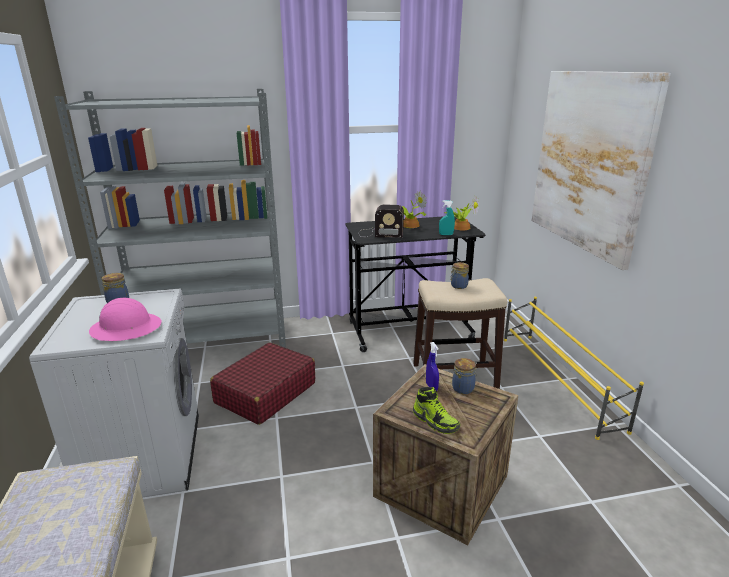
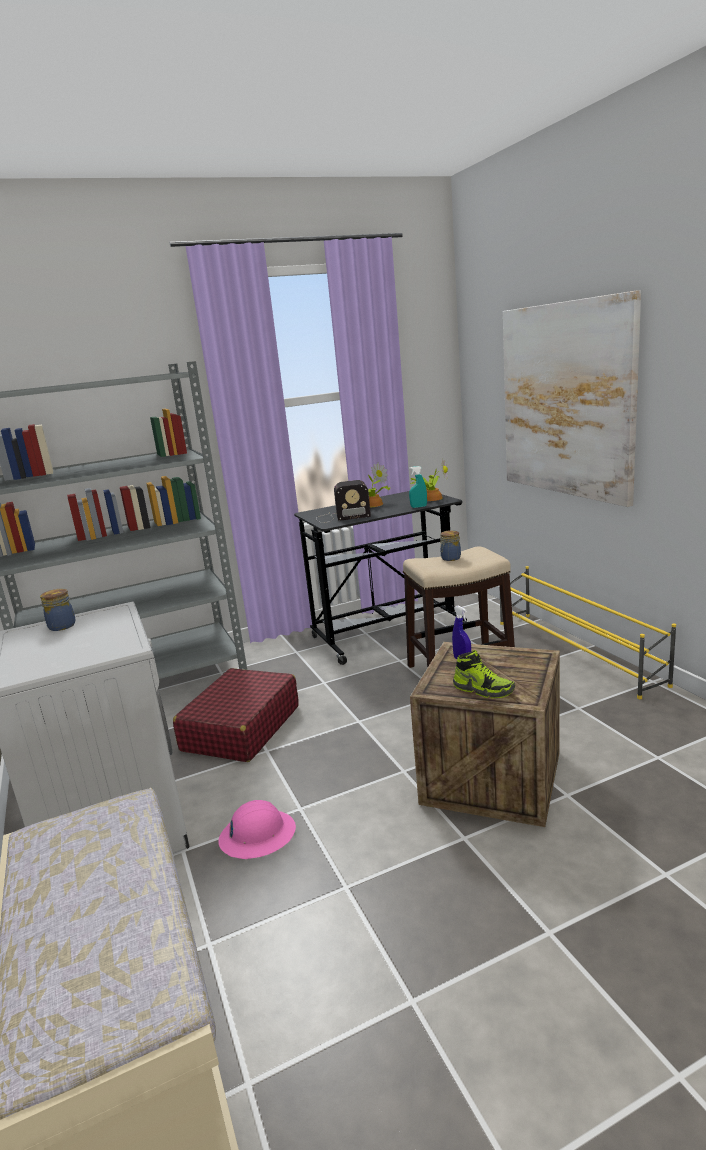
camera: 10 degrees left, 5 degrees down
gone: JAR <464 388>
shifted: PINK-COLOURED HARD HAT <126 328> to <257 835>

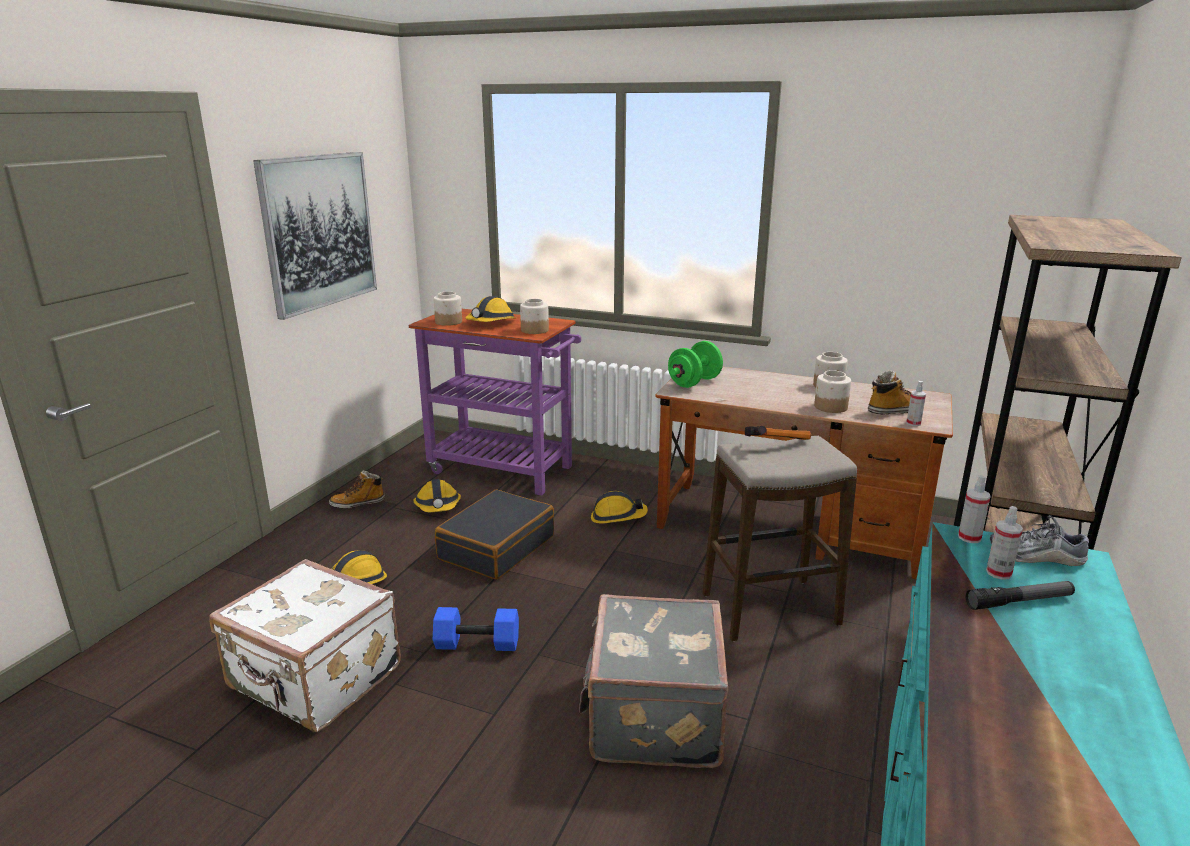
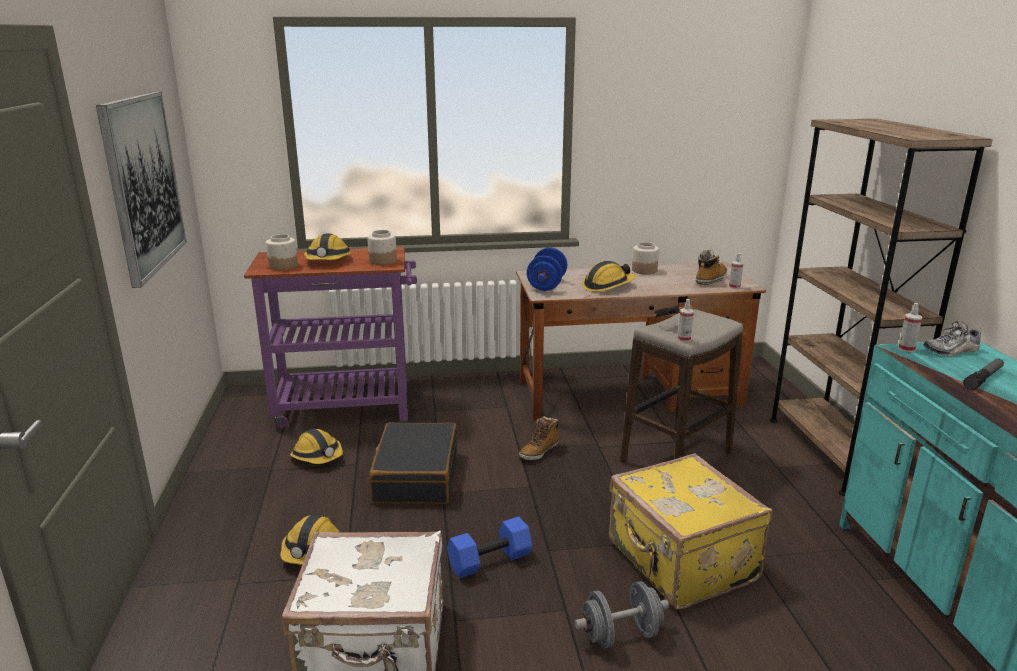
camera: 30 degrees left, 0 degrees up
gone: JAR <830 407>
new: GRAY DUMBBELL <621 635>
shifted: TALL BOOT <358 503> to <539 451>; HARD HAT <617 517> to <607 286>; SPRAYER <998 573> to <684 339>
repainted: GREEN DUMBBELL <694 382> to BLUE-COLOURED DUMBBELL <547 285>; GRAY TRAVEL CASE <652 716> to YELLOW TRAVEL CASE <680 562>

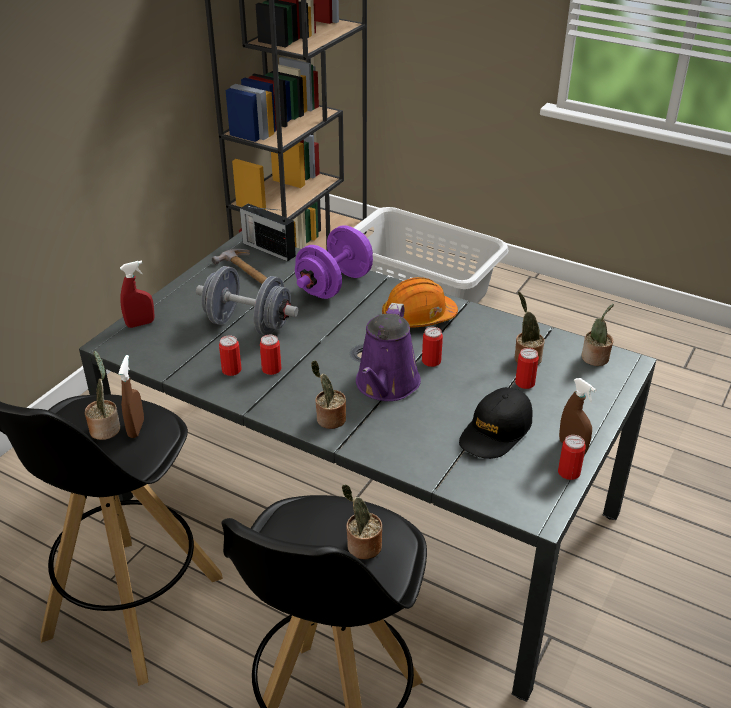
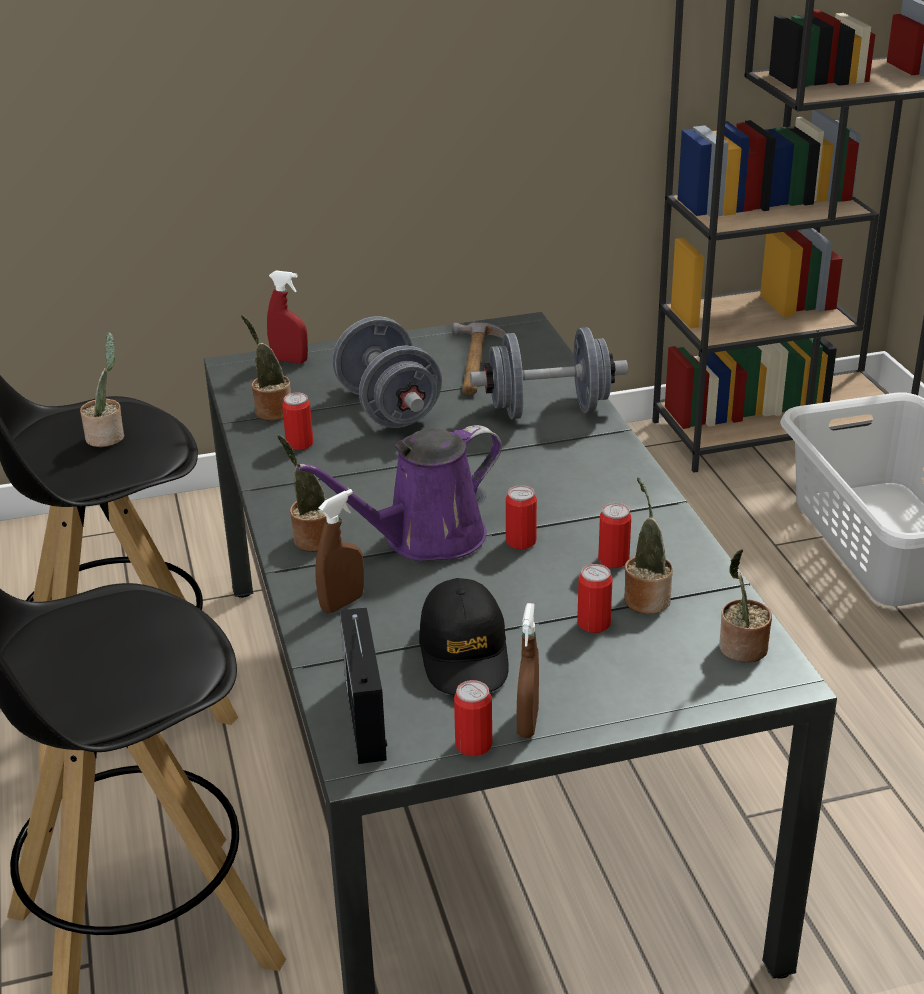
camera: 45 degrees right, 5 degrees down
gone: ORANGE HARD HAT <418 317>
shifted: PLANT IN A POT <362 547> to <271 411>; BROWNISH SPRAYER <136 428> to <342 603>; RADIO RECEIVER <268 249> to <365 716>; SEALED CAN <271 369> to <613 560>
repainted: PURPLE-COLOURED DUMBBELL <334 285> to GRAY DUMBBELL <548 410>
rotated: BLACK-COLOURED CAP <495 432> = <464 653> 90 degrees counterclockwise

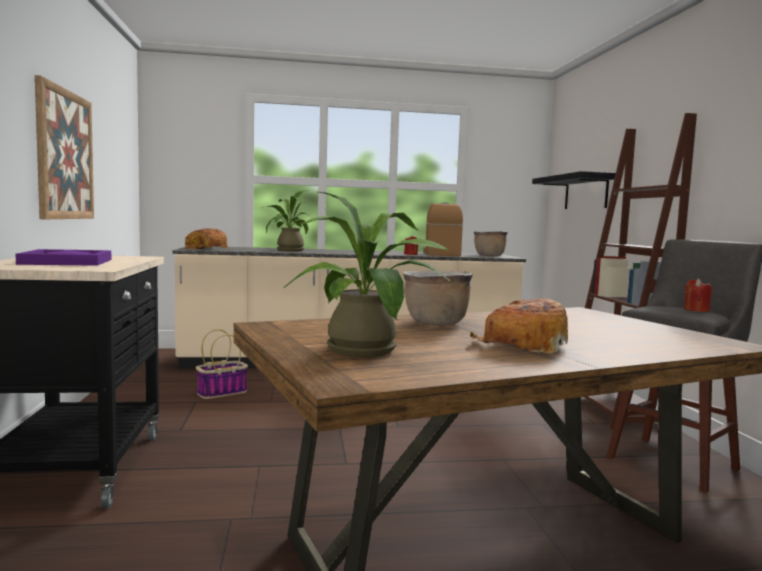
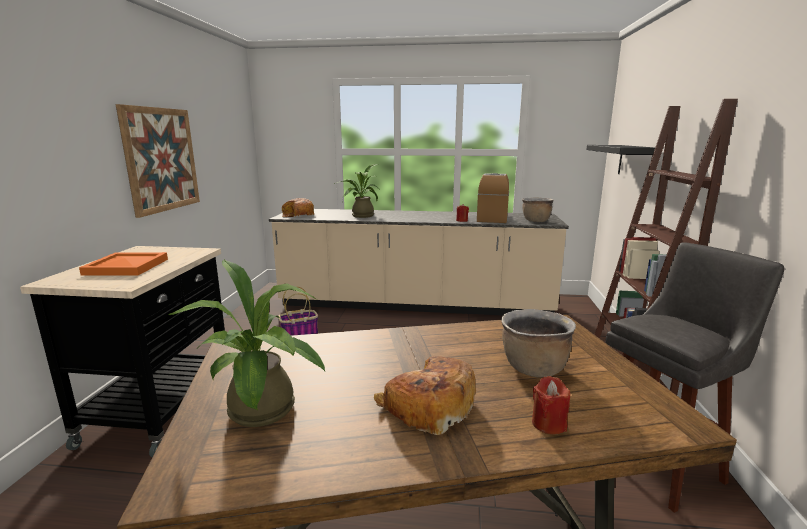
camera: 15 degrees right, 10 degrees up
shifted: BROWNISH SAUCEPOT <435 323> to <533 368>; RED CANDLE <696 310> to <548 424>
repainted: PURPLE-COLOURED TRAY <66 261> to ORANGE TRAY <126 266>

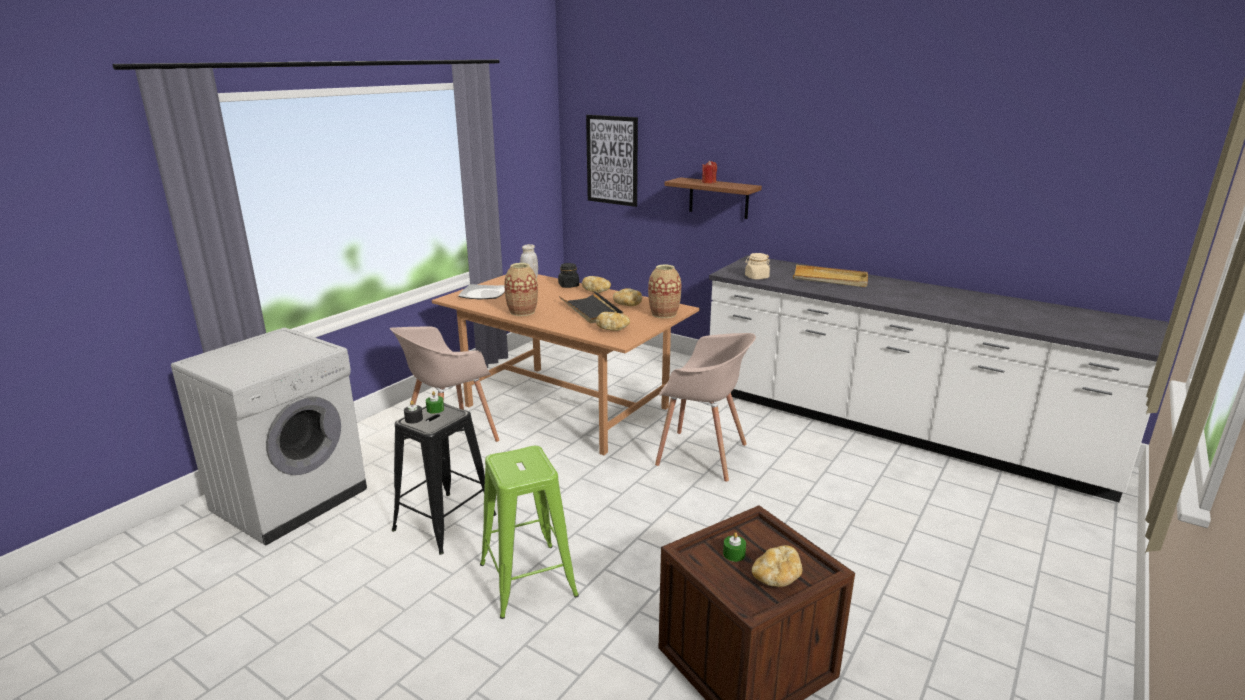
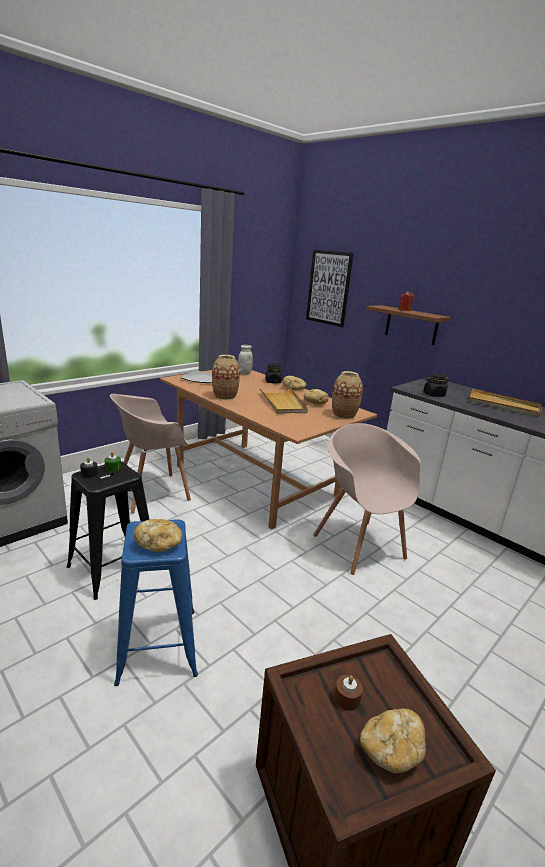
camera: 10 degrees right, 0 degrees up
shifted: BAKED BREAD <613 328> to <159 544>
repainted: GREEN SITTING STOOL <528 580> to BLUE-COLOURED SITTING STOOL <157 645>; BLACK-COLOURED TRAY <592 310> to SAND-COLOURED TRAY <283 403>; GREEN CANDLE <734 554> to BROWNISH CANDLE <347 698>; SAND-COLOURED JAR <756 277> to BLACK-COLOURED JAR <433 395>
rotated: SAND-COLOURED CHAIR <703 456> = <358 546> 150 degrees counterclockwise

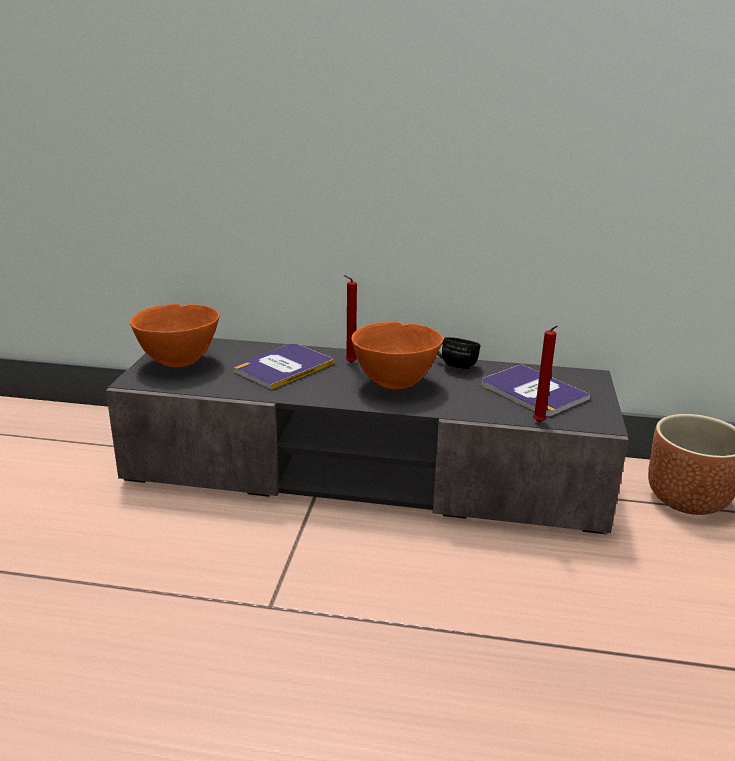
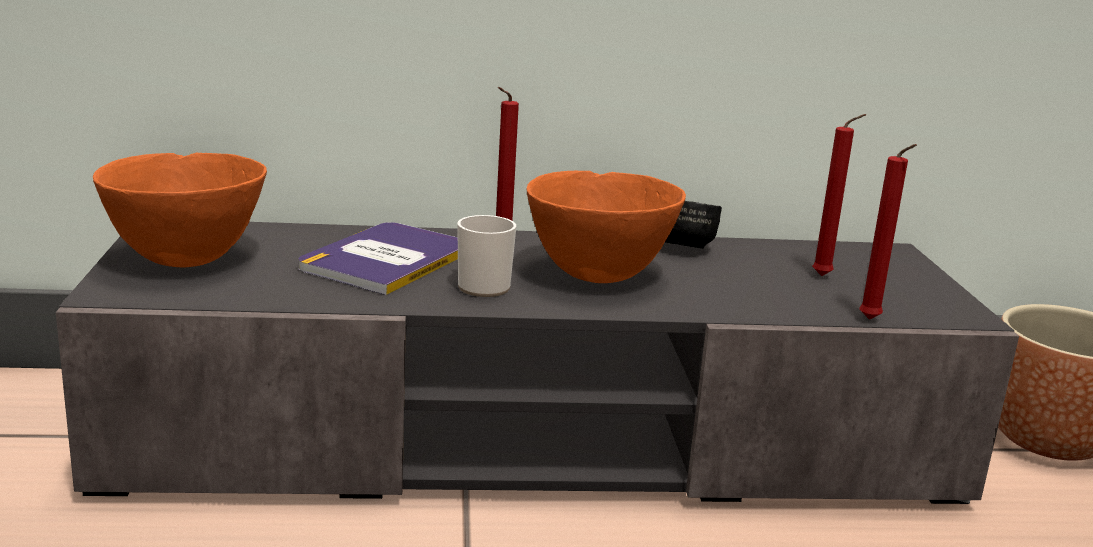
camera: 15 degrees left, 5 degrees down
new: MUG <480 285>
swapped: VOLUME <533 392> to RED CANDLE <824 277>

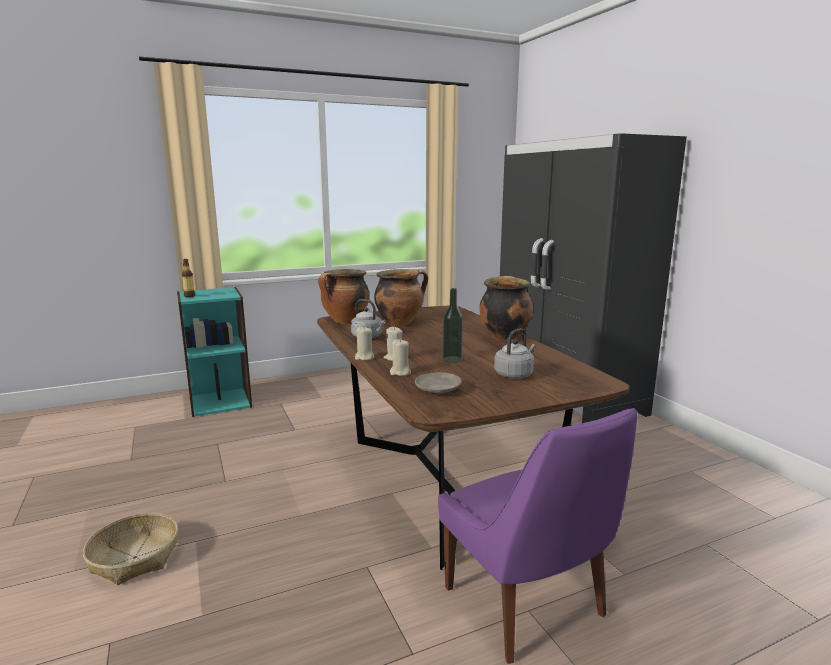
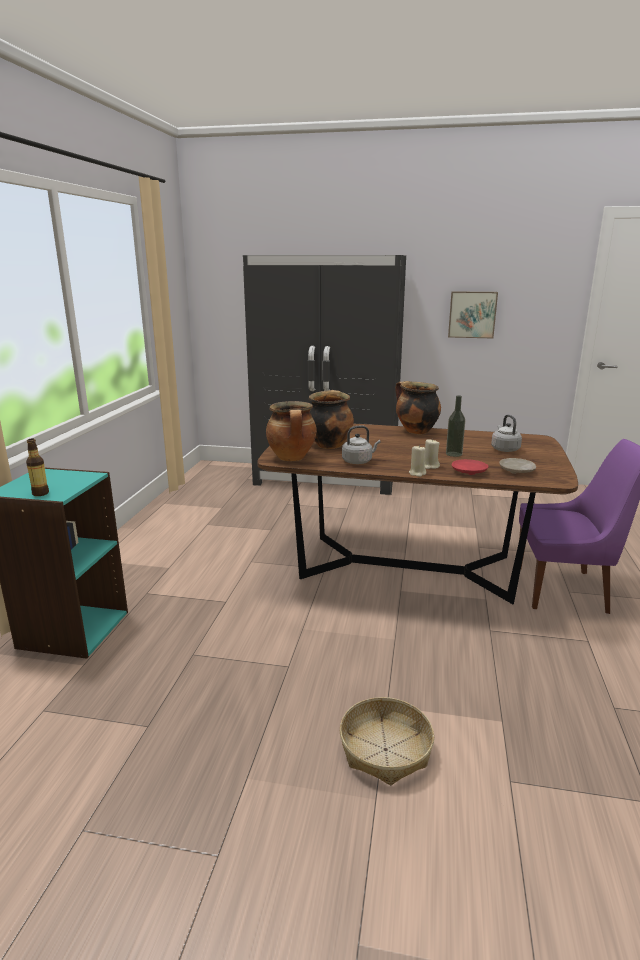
camera: 55 degrees left, 5 degrees up
new: WALL ART <472 314>
swapped: SAND-COLOURED CANDLE <400 372> to RED PLATE <468 472>

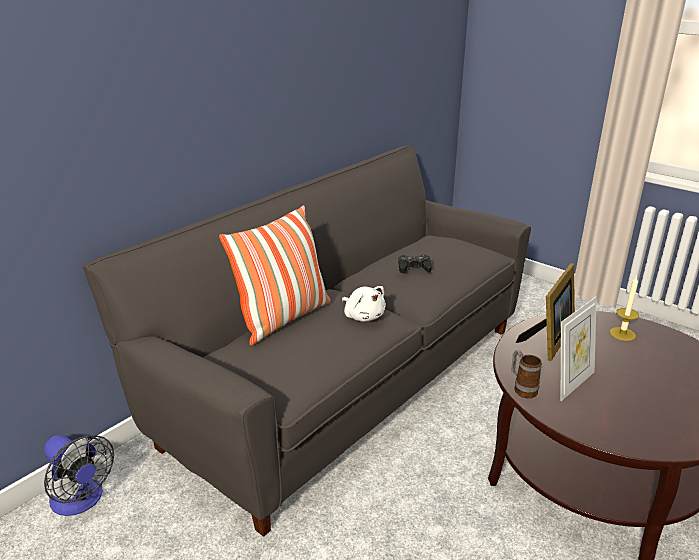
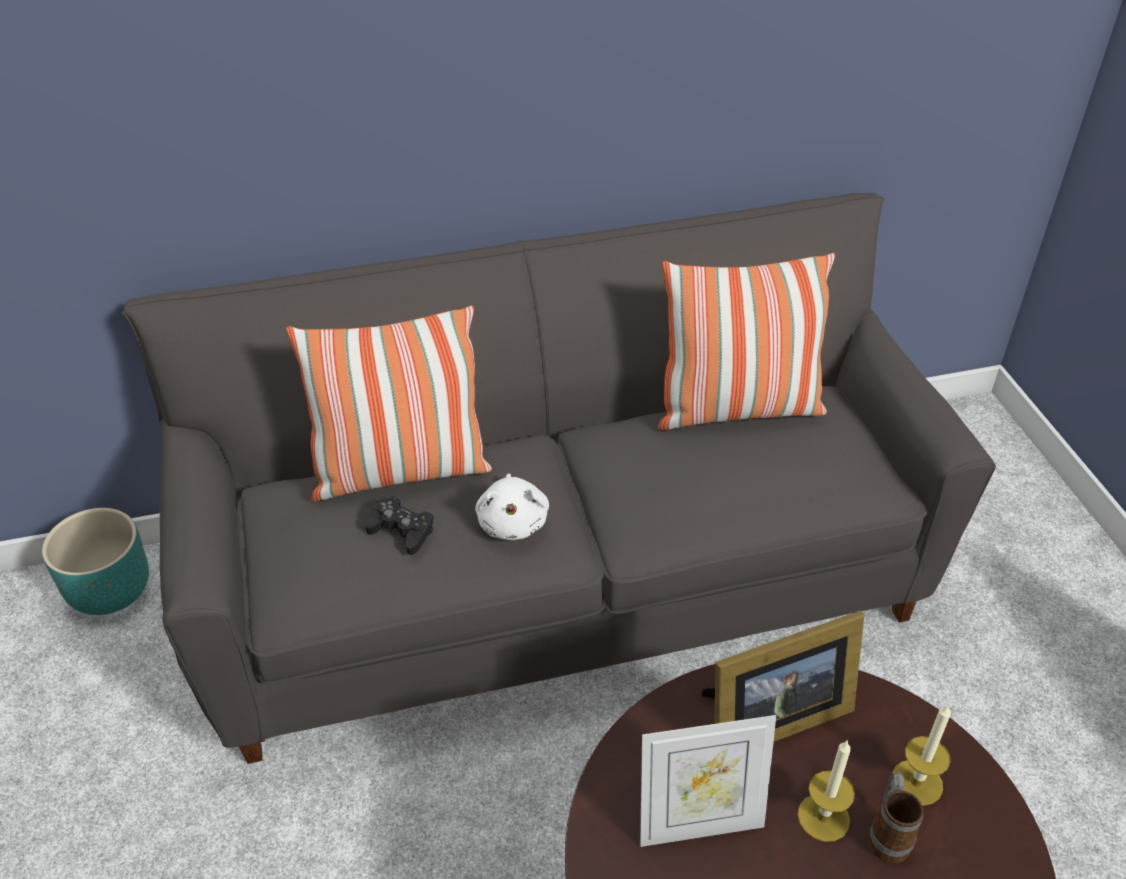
camera: 35 degrees right, 15 degrees up
new: CUSHION <737 409>; CANDLE <823 817>
shifted: BLACK-COLOURED GAME CONTROLLER <414 267> to <401 530>; MUG <522 389> to <888 835>
swapped: COOLING FAN <81 501> to TURQUOISE-COLOURED FLOWER POT <111 591>

